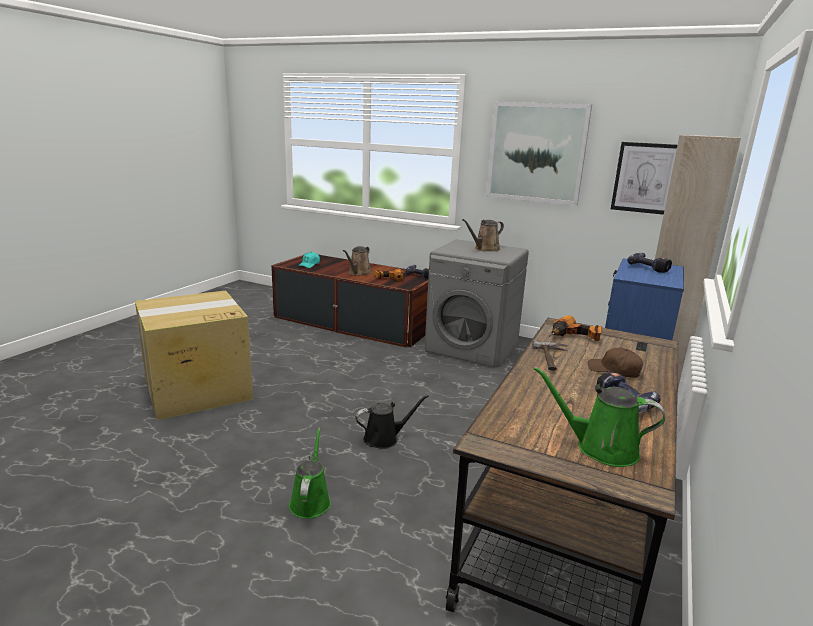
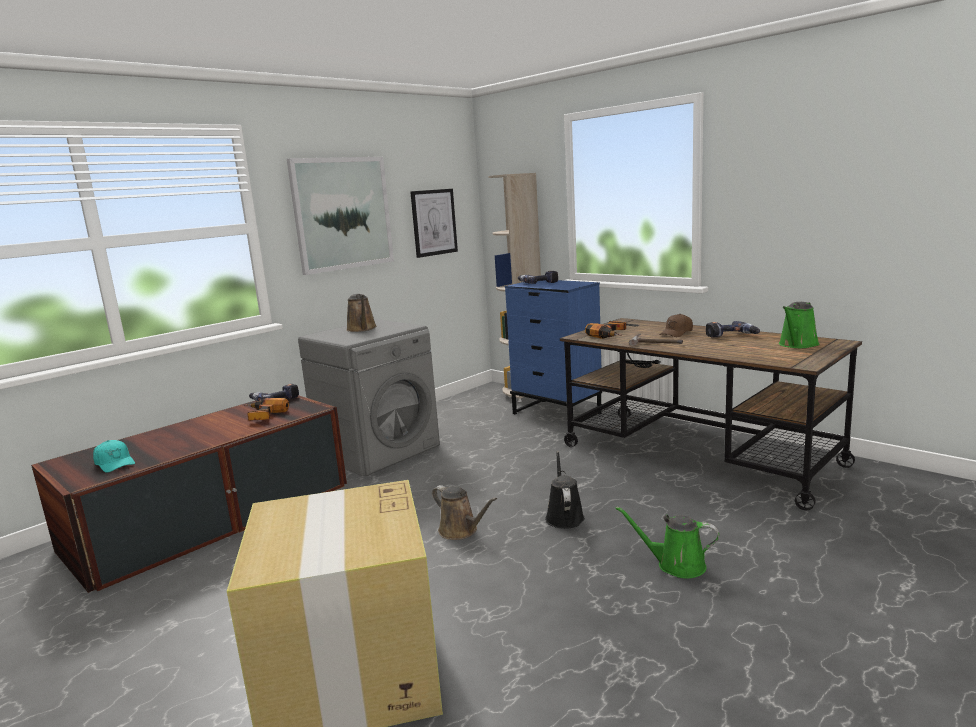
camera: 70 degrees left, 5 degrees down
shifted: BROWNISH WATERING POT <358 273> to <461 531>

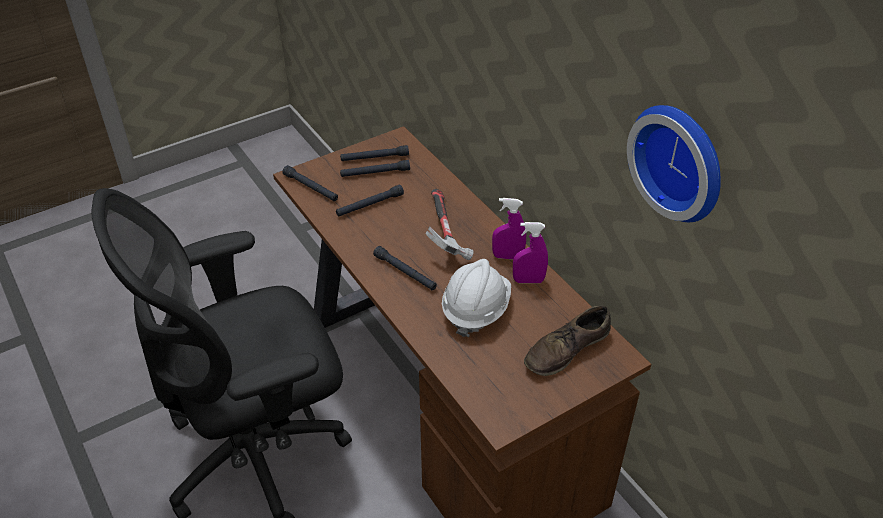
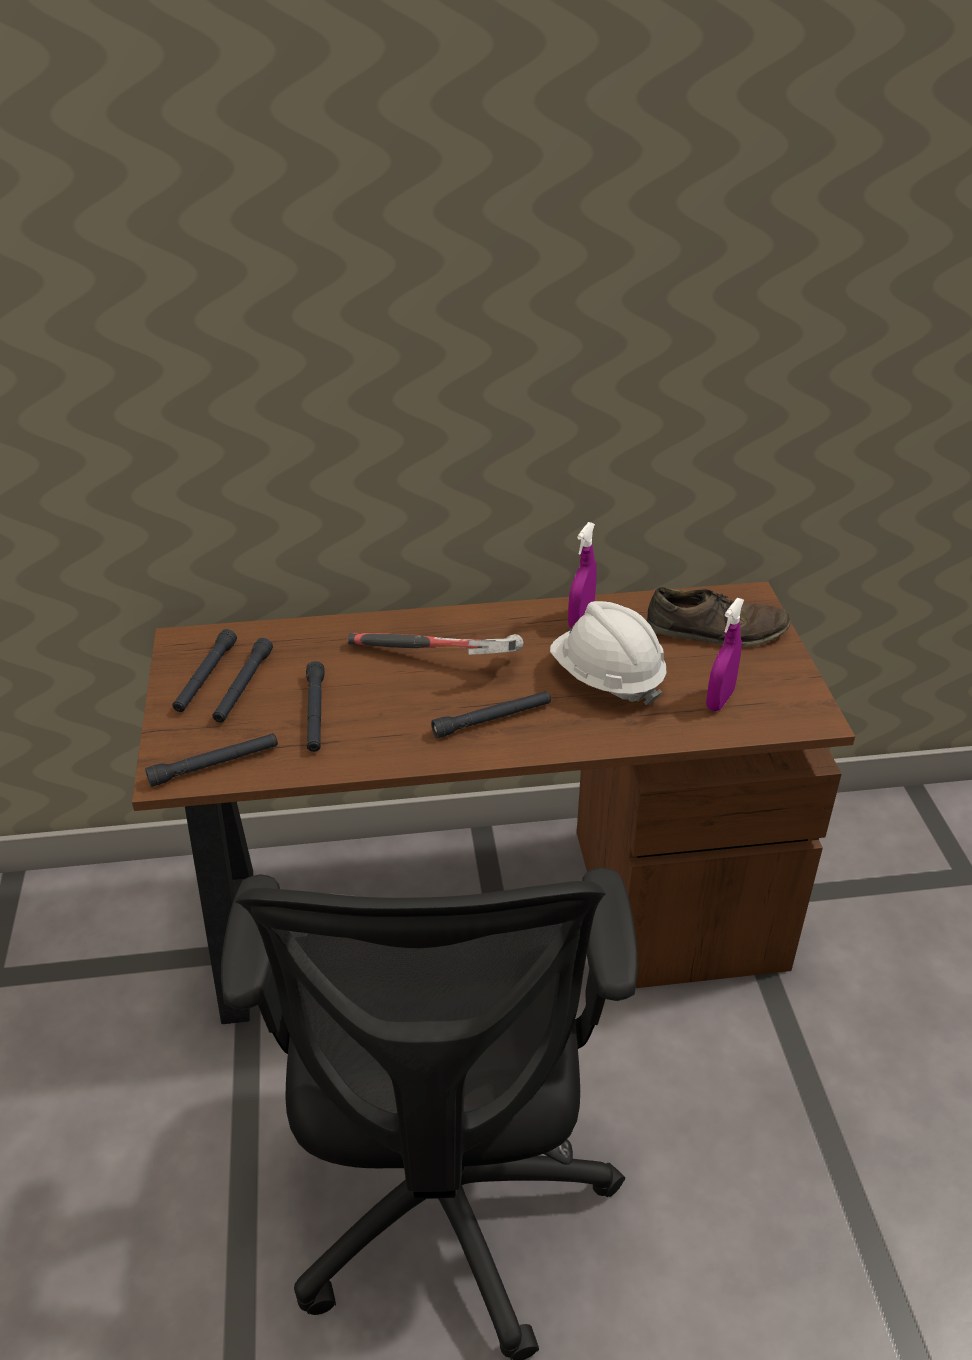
camera: 65 degrees left, 5 degrees down
gone: WALL CLOCK <681 160>
shifted: PURPLE-COLOURED SPRAYER <507 256> to <719 700>
rotated: BROWNISH LOW SHOE <566 349> = <716 630> 75 degrees counterclockwise

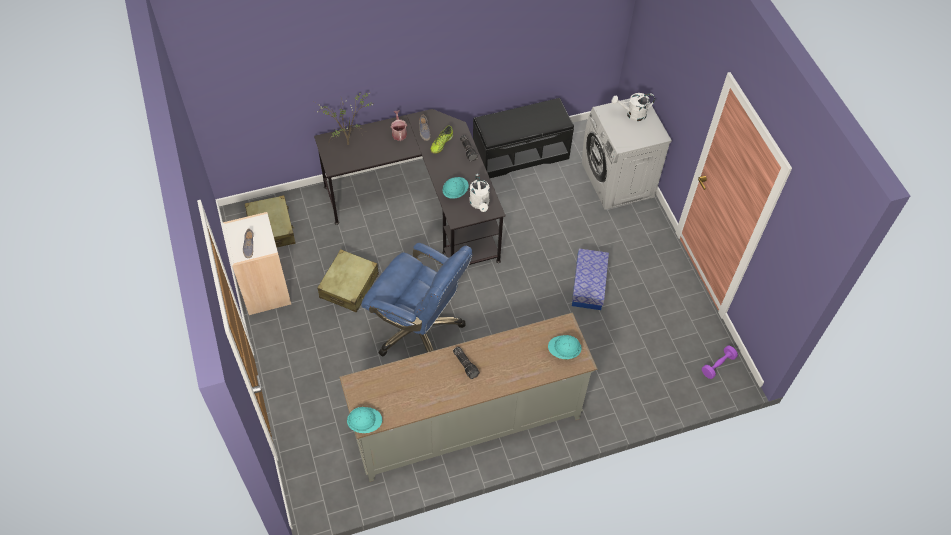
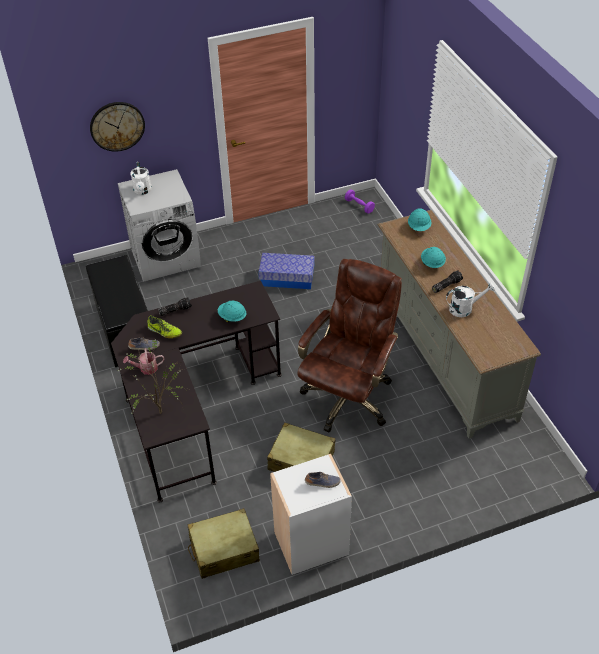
camera: 90 degrees left, 10 degrees down
new: WALL CLOCK <117 126>
shifted: TURQUOISE-COLOURED HARD HAT <365 423> to <432 263>; WHITE WATERING POT <480 204> to <465 308>
repainted: BLUE-COLOURED OFFICE CHAIR <418 328> to BROWNISH OFFICE CHAIR <348 398>

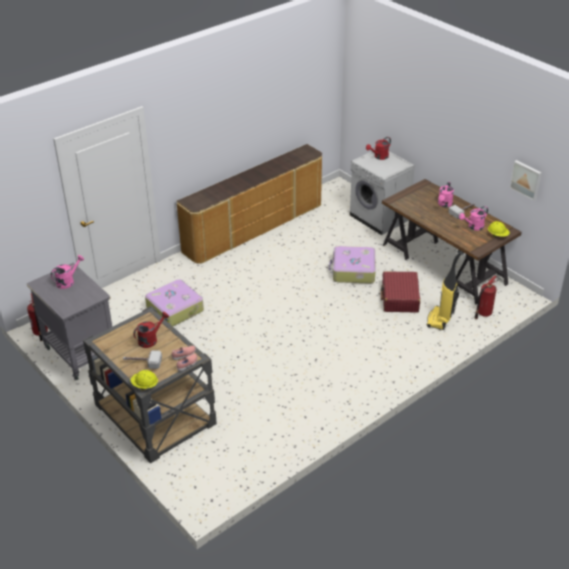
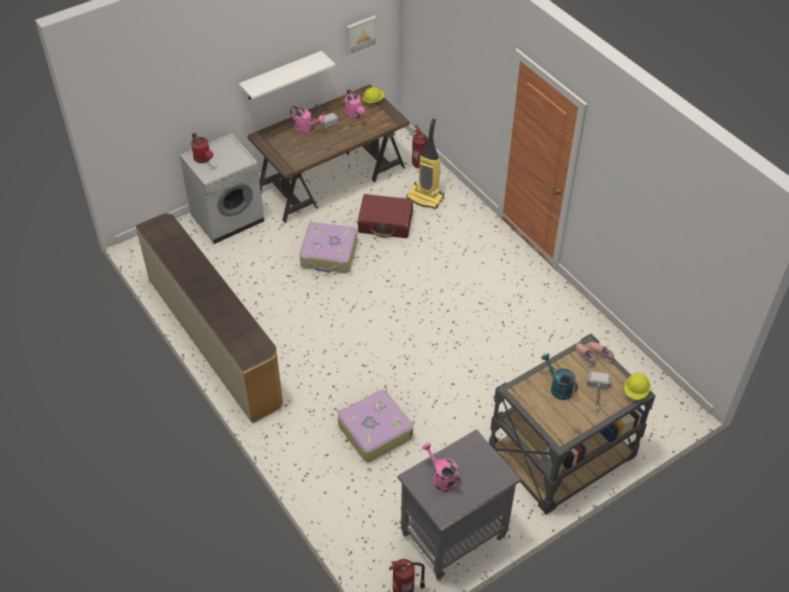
camera: 85 degrees left, 10 degrees up
new: WHITE SHELF <281 76>
repainted: RED WATERING POT <150 339> to TURQUOISE-COLOURED WATERING POT <558 387>

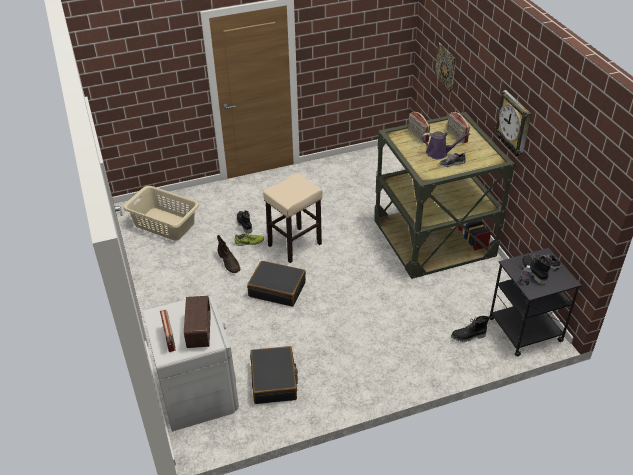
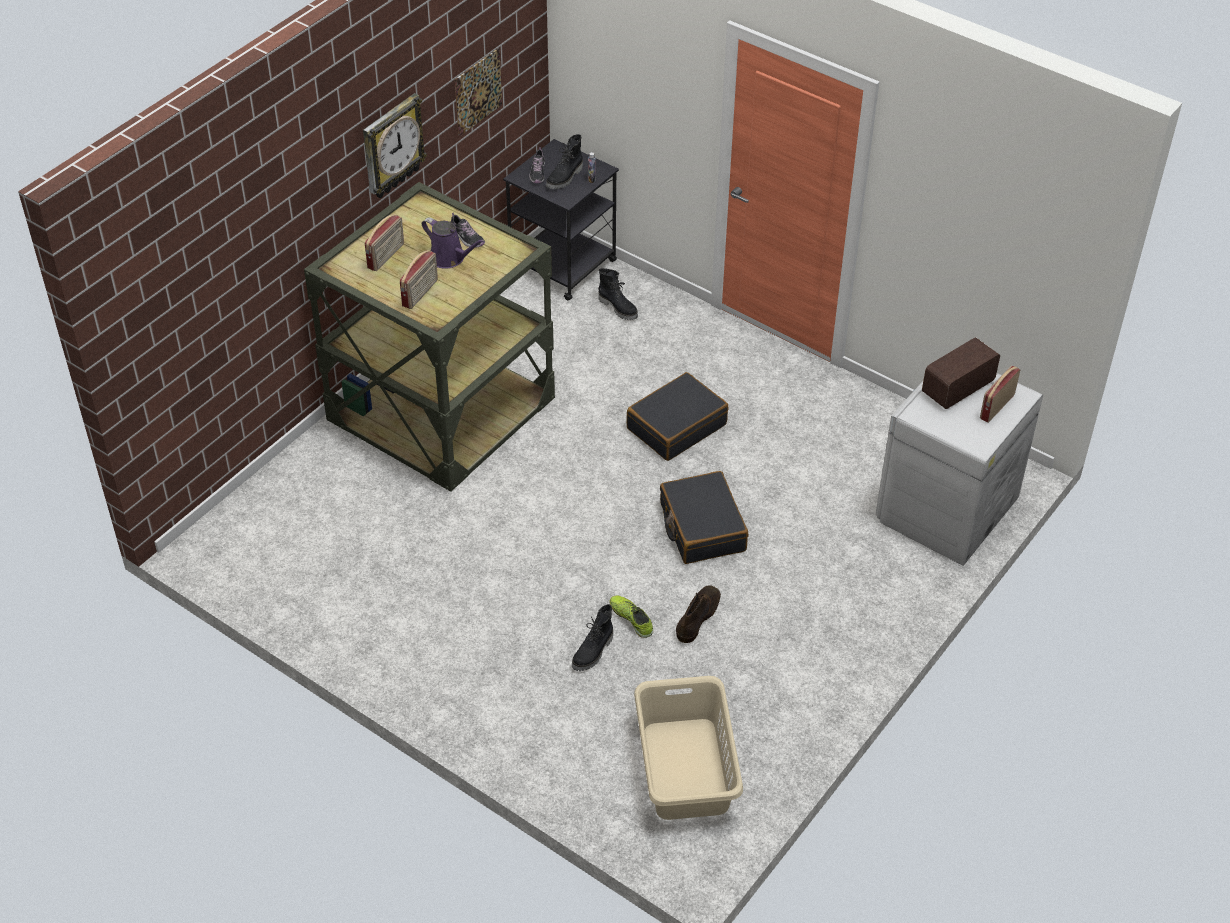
camera: 125 degrees left, 5 degrees up
gone: SAND-COLOURED SITTING STOOL <295 244>
shifted: WALL ART <445 67> to <478 92>; BLACK-COLOURED TRAVEL CASE <274 380> to <676 426>
rotated: PURPLE-COLOURED WATERING POT <439 153> = <449 258> 150 degrees clockwise

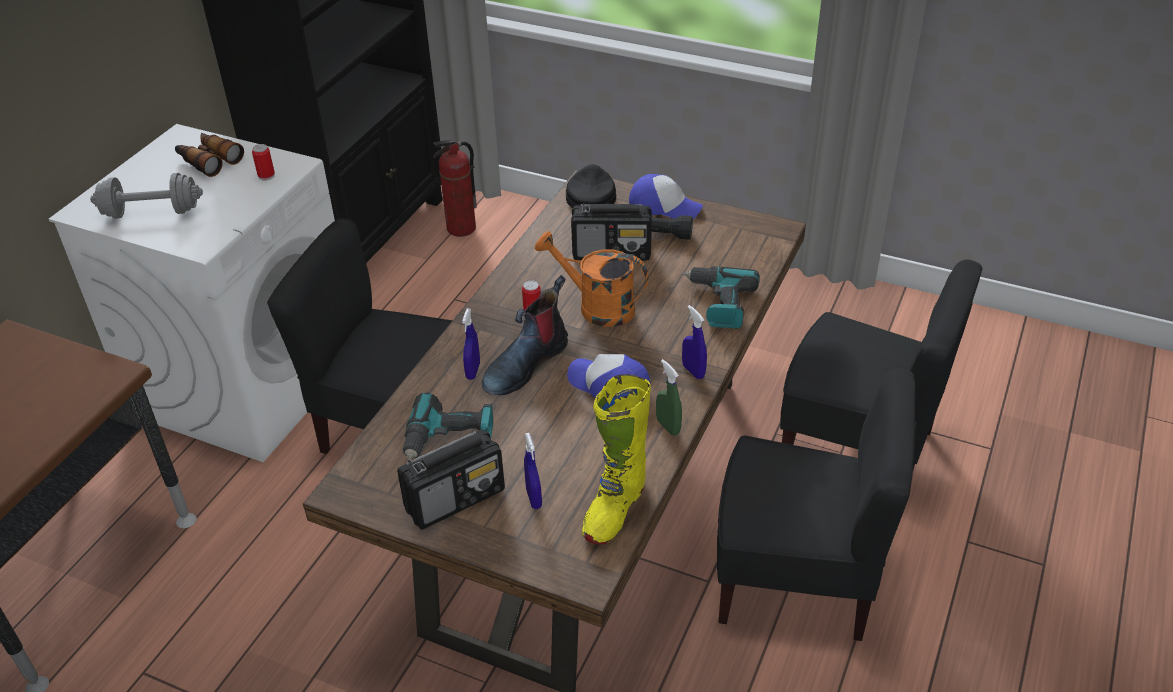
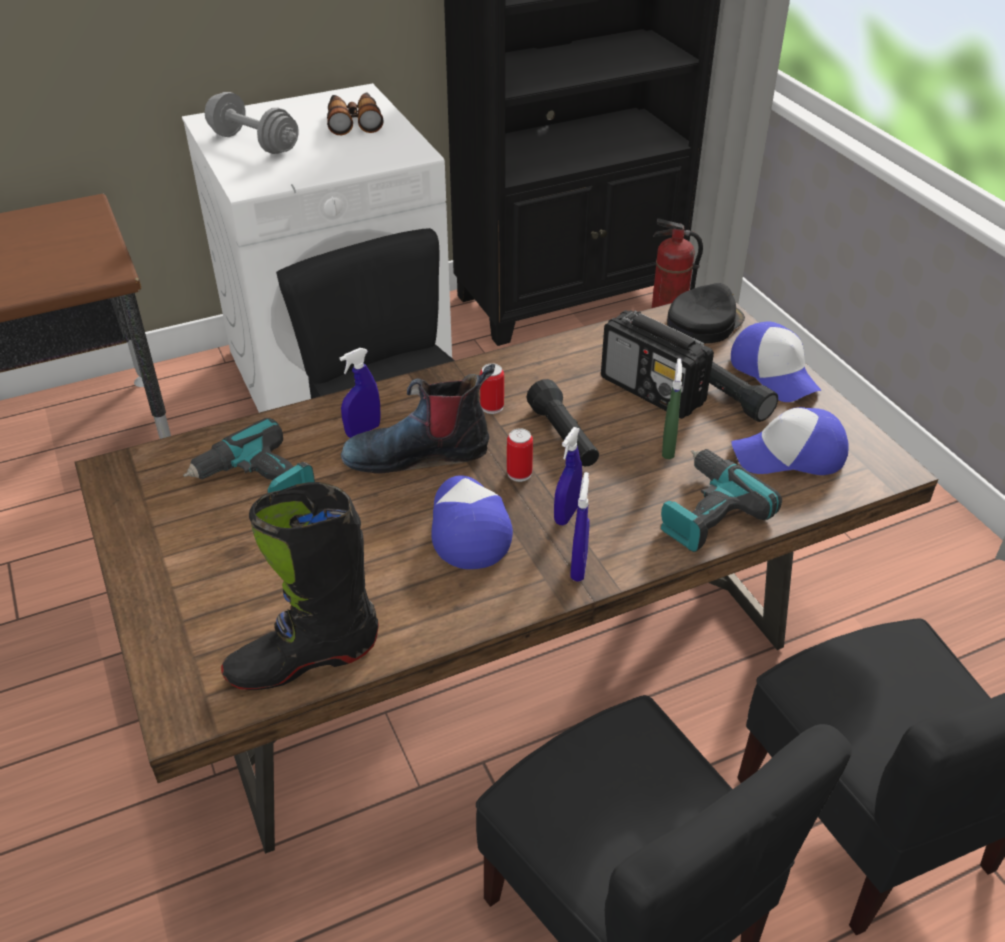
camera: 40 degrees right, 0 degrees up
gone: RADIO RECEIVER <456 499>
new: CAP <789 455>
shifted: SEALED CAN <266 176> to <519 473>; BLUE-COLOURED SPRAYER <534 498> to <566 514>; GREEN SPRAYER <668 426> to <668 448>
swapped: ORANGE WATERING POT <597 307> to BLACK-COLOURED TORCH <564 437>
repainted: YELLOW TALL BOOT <614 509> to BLACK-COLOURED TALL BOOT <303 660>

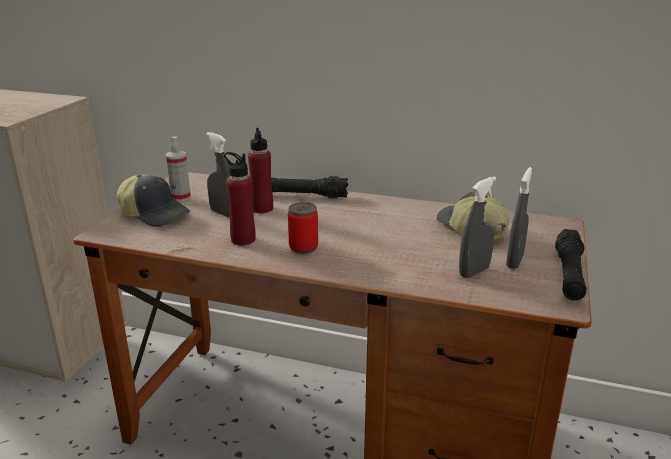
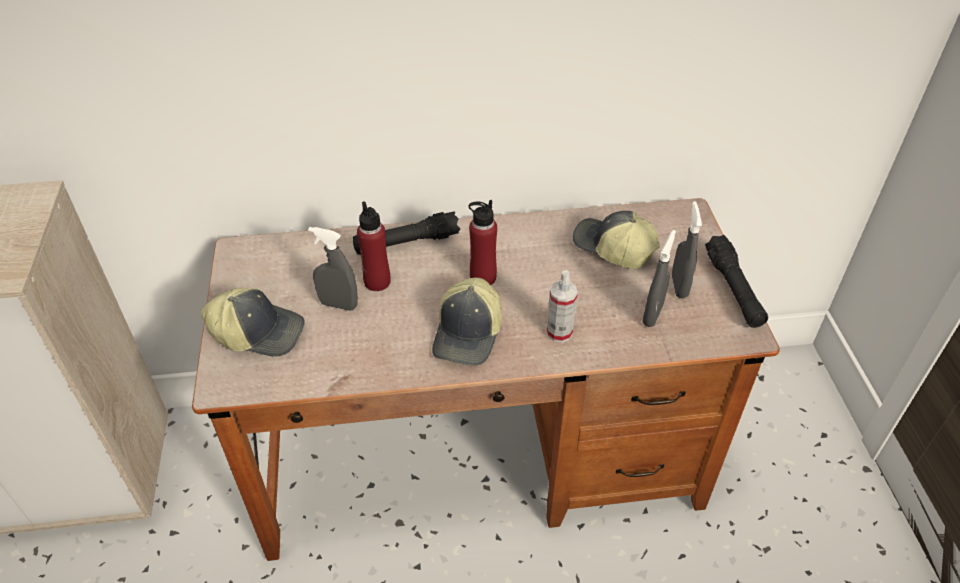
camera: 25 degrees left, 20 degrees up
shifted: RED DRINK BOTTLE <243 239> to <482 277>; SPRAYER <180 197> to <559 332>
swapped: SEALED CAN <303 247> to CAP <469 334>

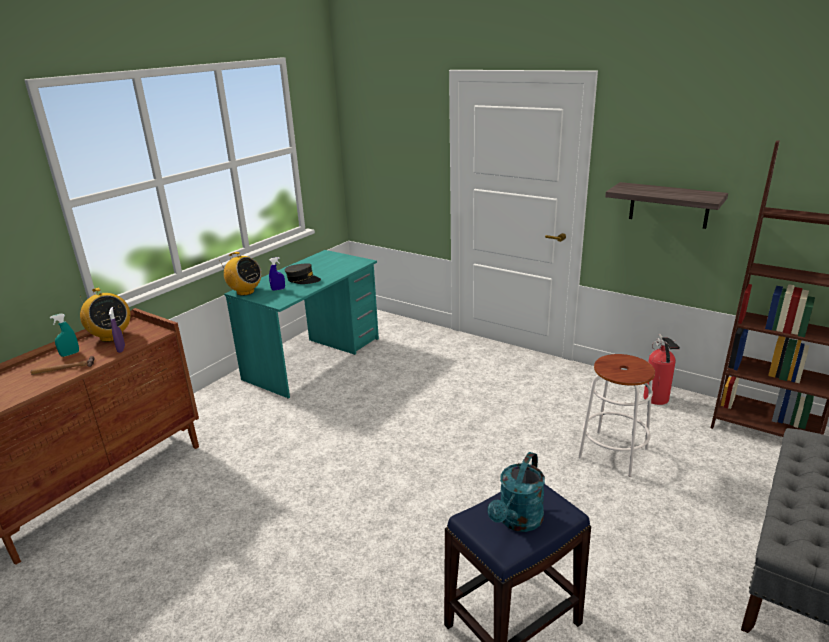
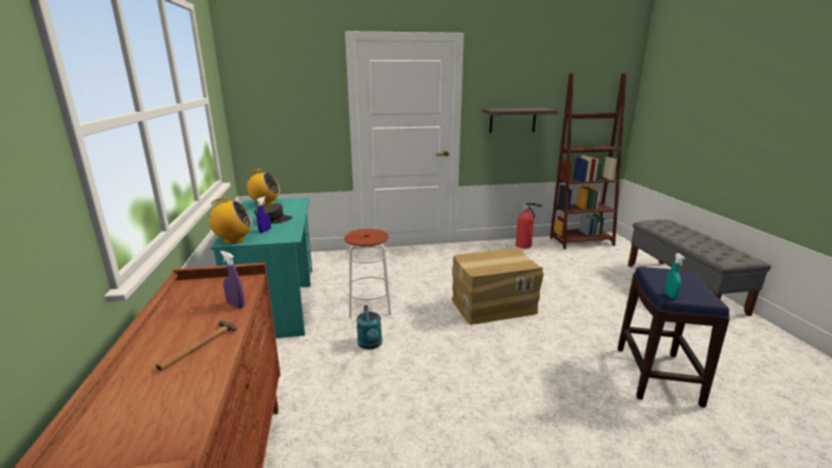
camera: 45 degrees left, 5 degrees down
new: CARTON <493 305>
shifted: RADIO RECEIVER <111 337> to <265 204>; WHITE SITTING STOOL <613 453> to <369 305>; TURQUOISE-COLOURED WATERING POT <517 521> to <370 345>; TURQUOISE-COLOURED SPRAYER <70 354> to <670 295>

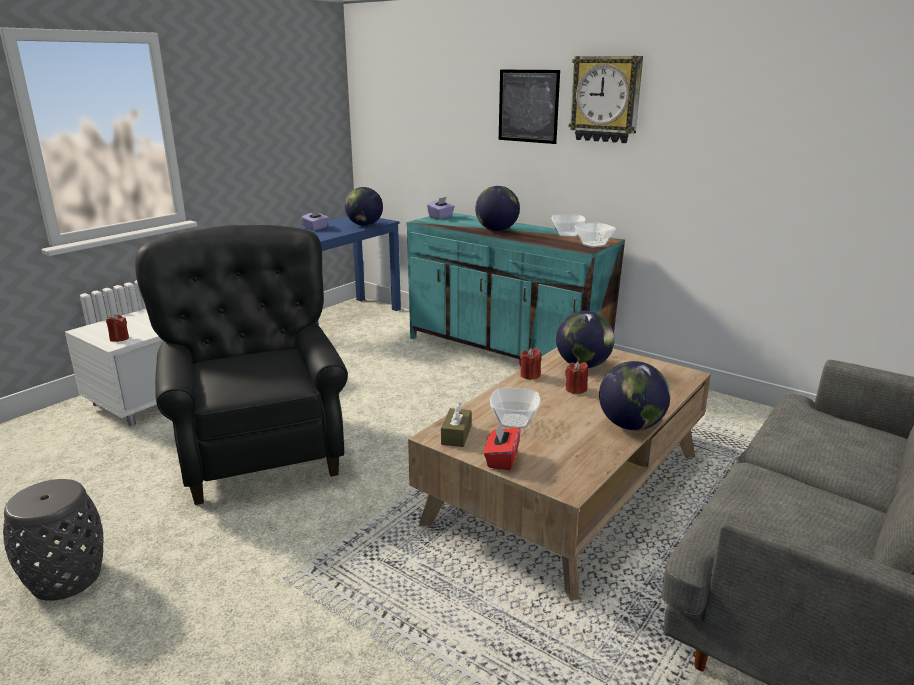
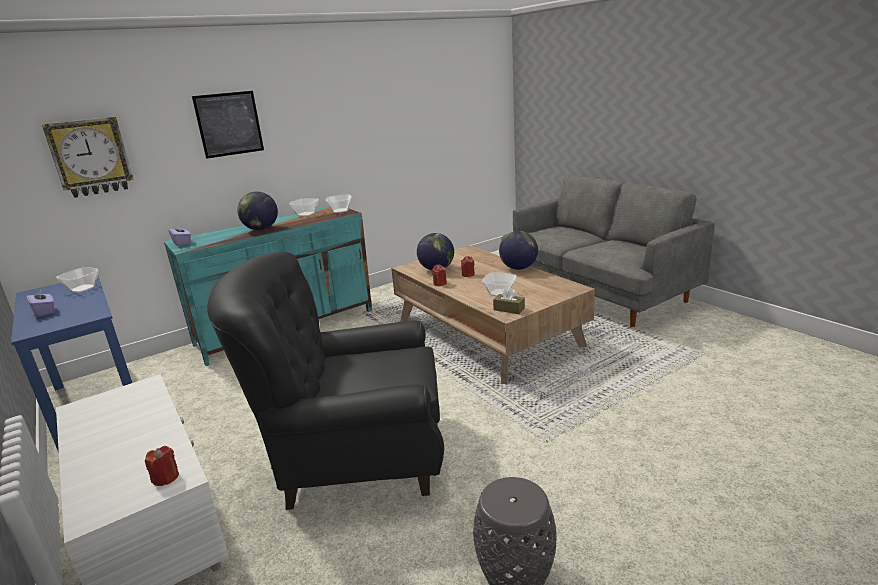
camera: 70 degrees left, 0 degrees up
gone: RED TISSUE BOX <501 459>
shifted: WALL CLOCK <606 99> to <90 157>
swapped: GLOBE <364 225> to DEEP DISH <83 288>

